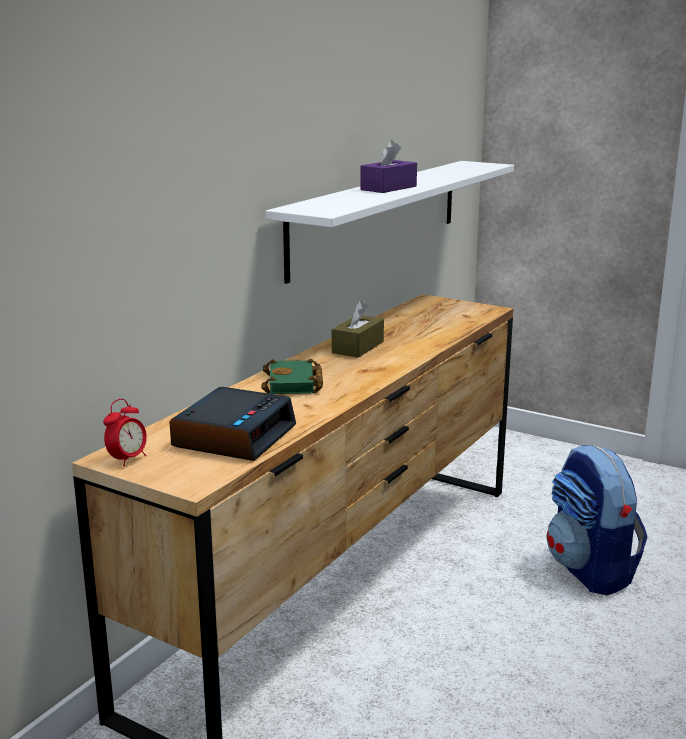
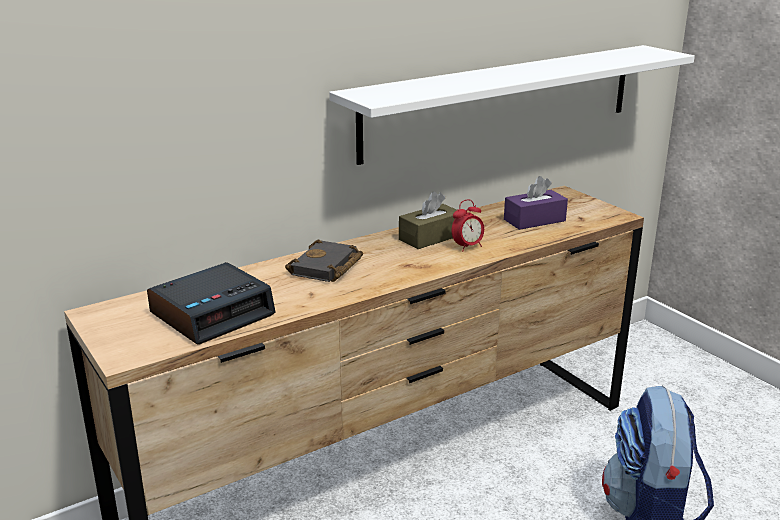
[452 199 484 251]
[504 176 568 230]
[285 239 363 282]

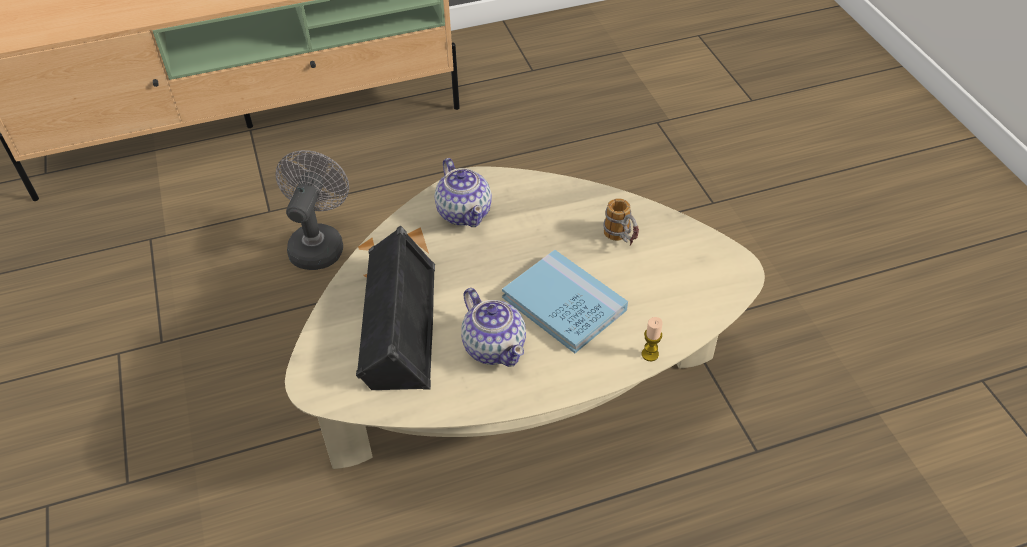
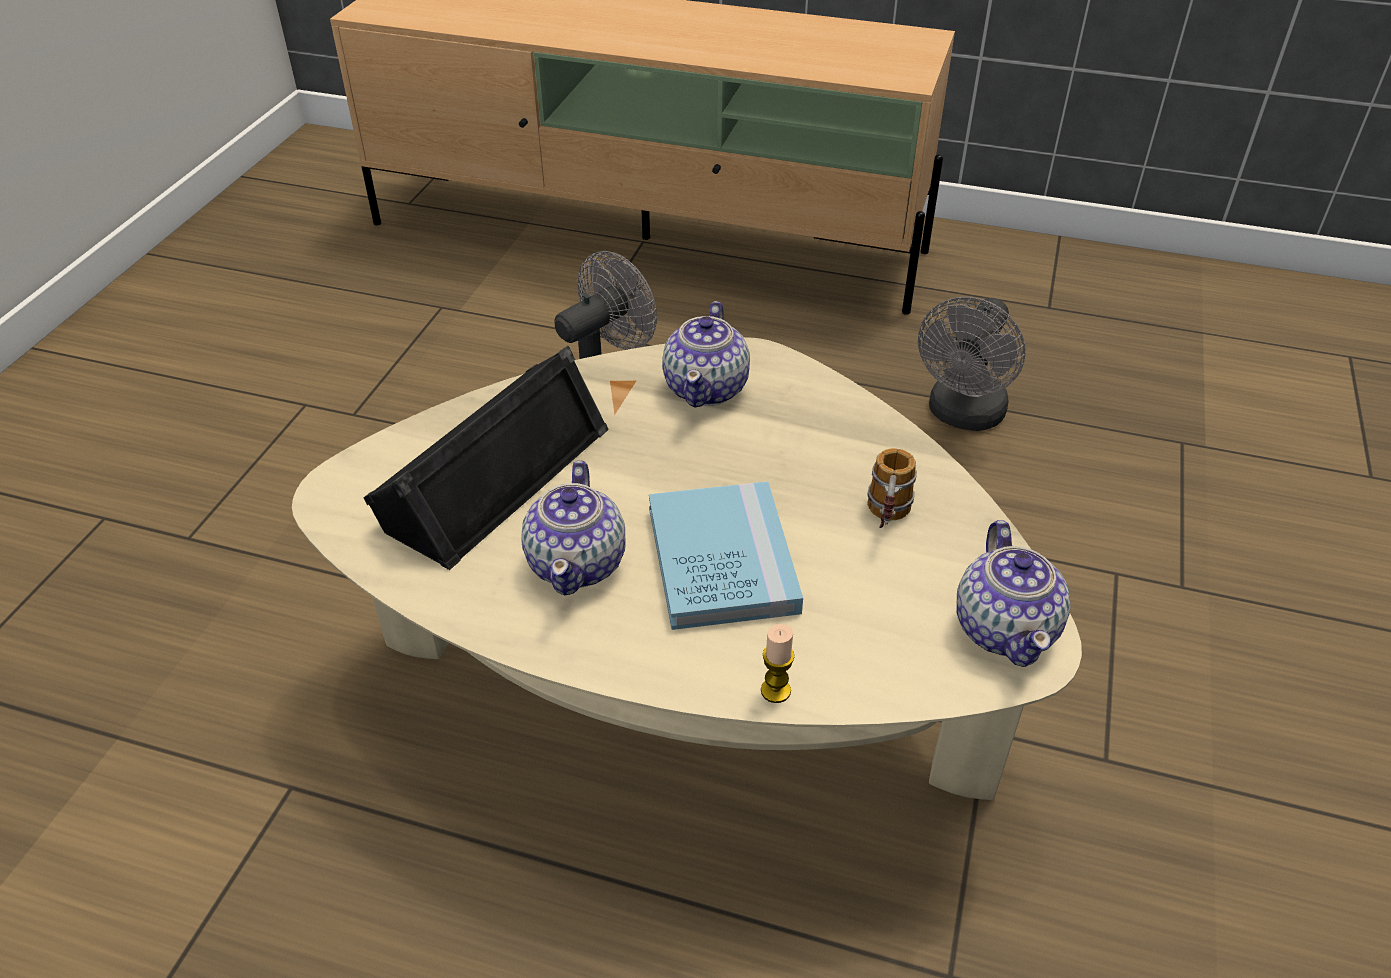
[918 297 1026 431]
[956 520 1071 667]

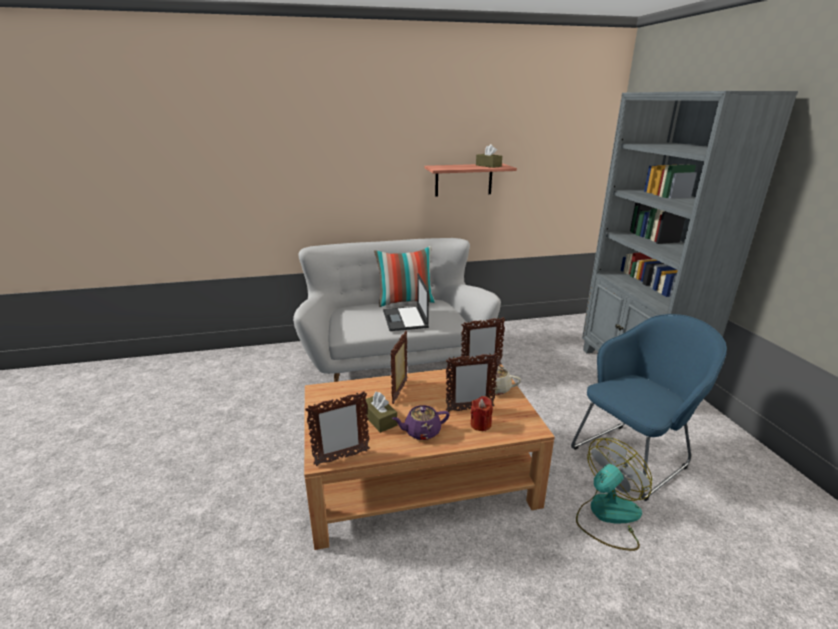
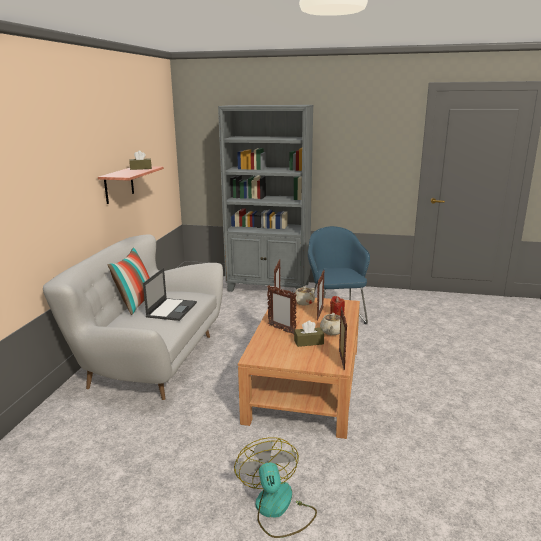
[234 437 317 538]
[320 313 340 335]
[143 268 197 321]

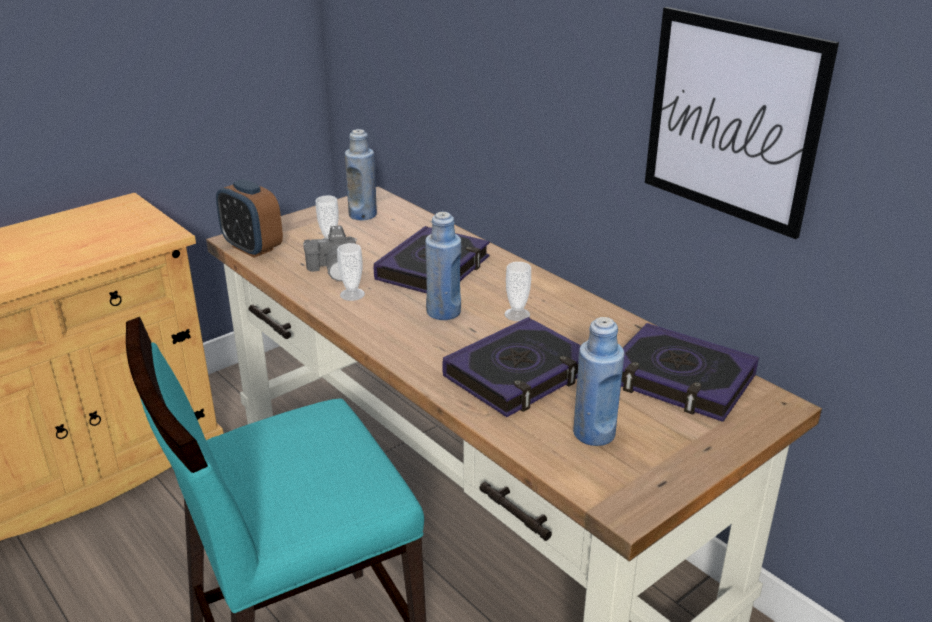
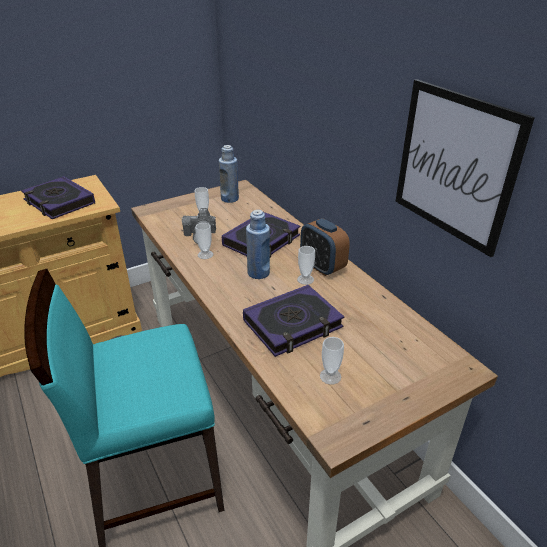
[300 218 350 276]
[21 176 95 219]
[320 337 344 385]

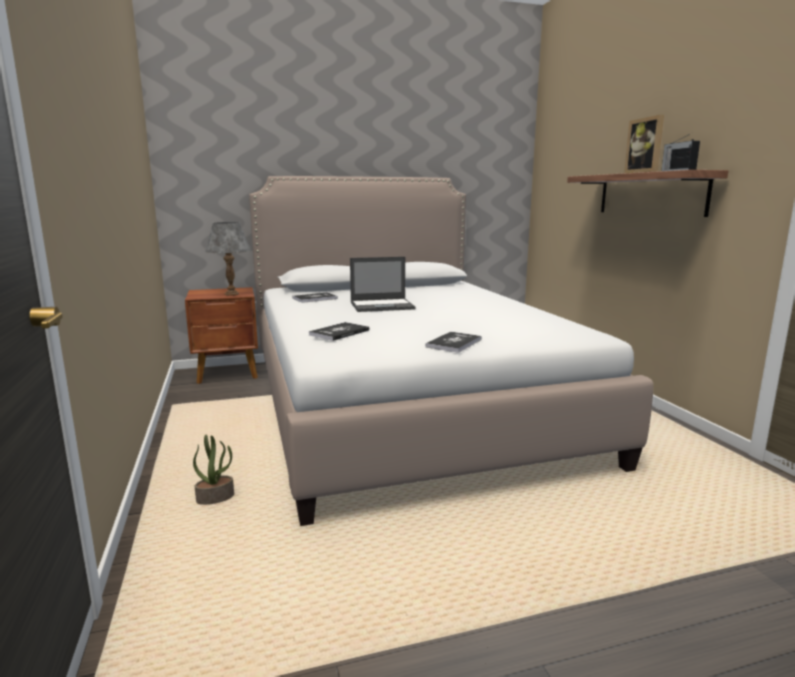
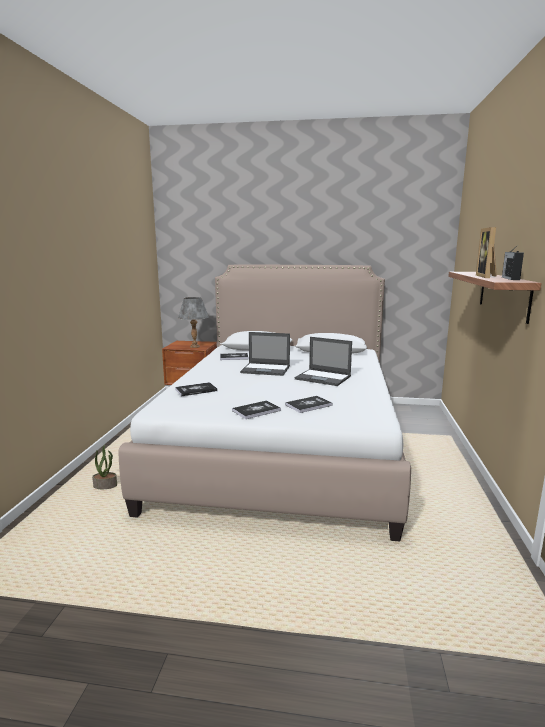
[285 396 332 413]
[295 337 352 386]

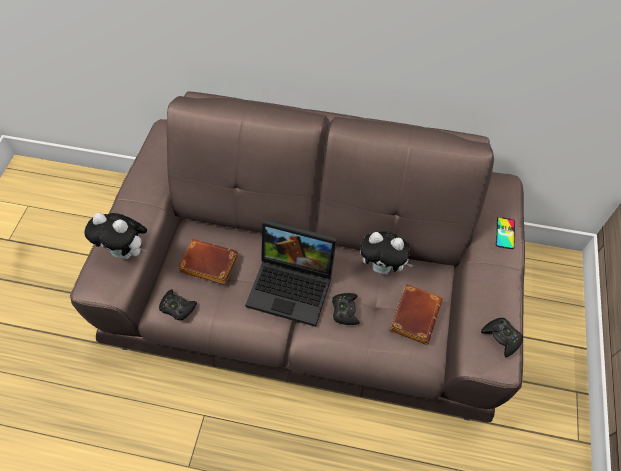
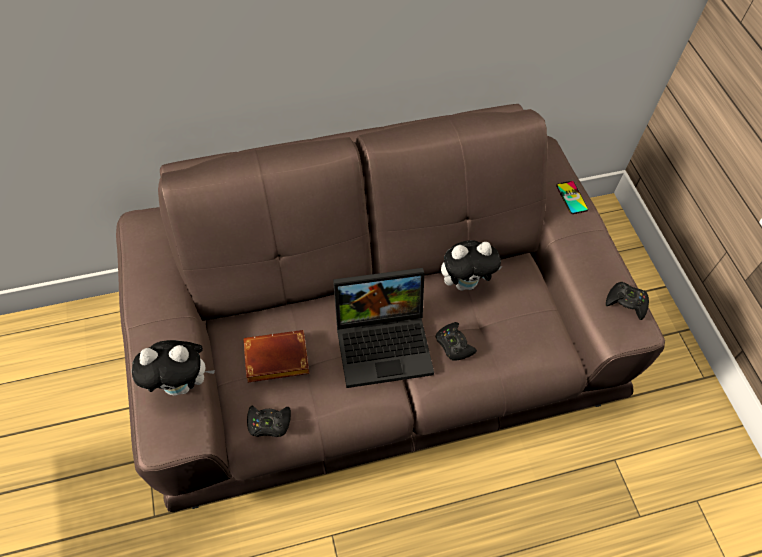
[389 284 442 344] (first image)

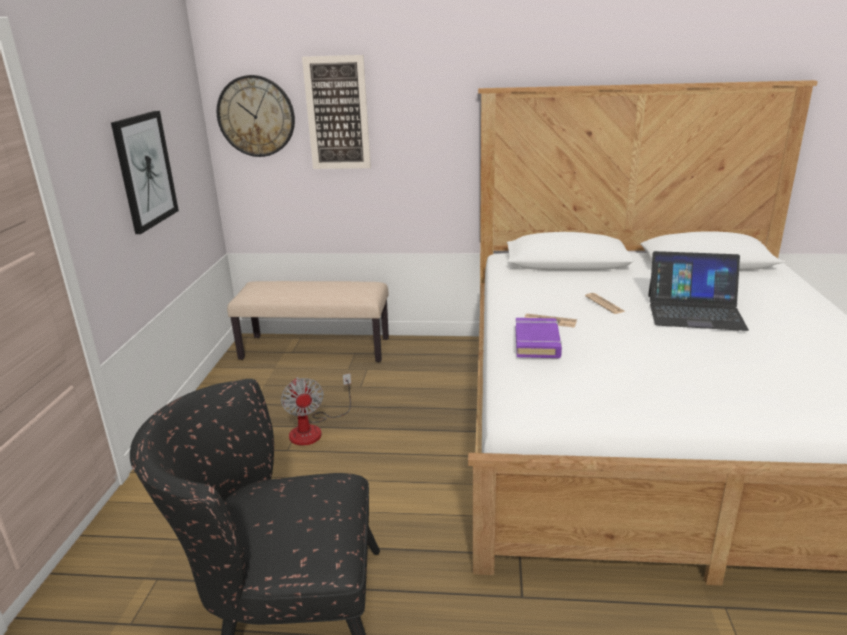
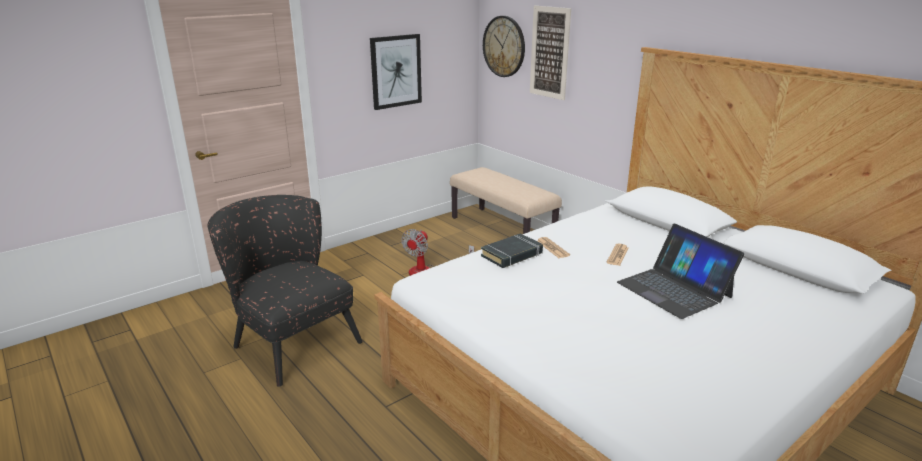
[481 233 543 268]

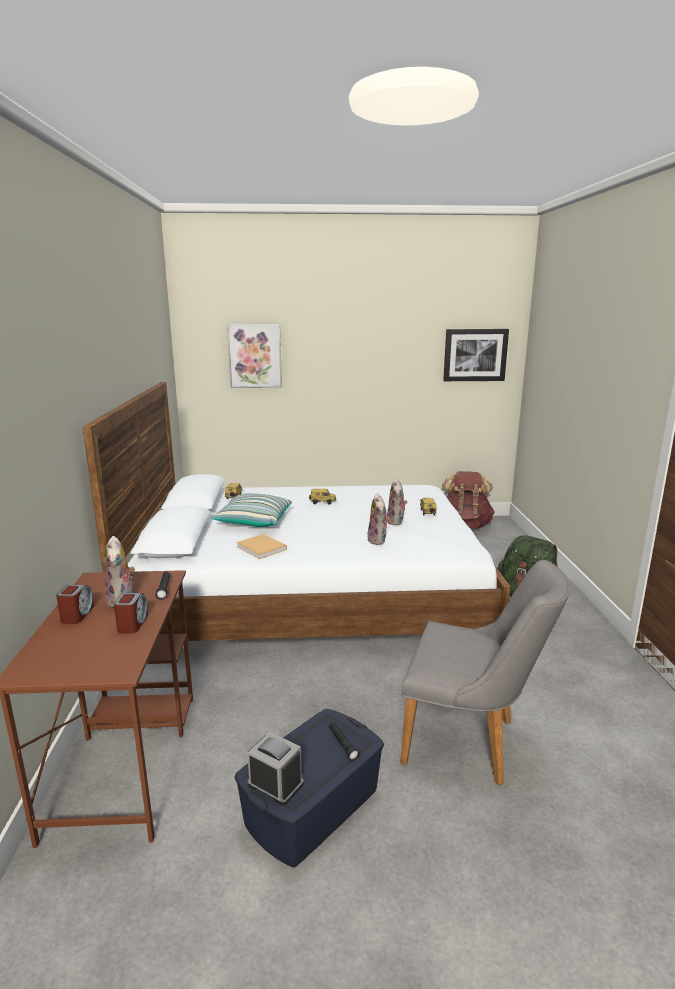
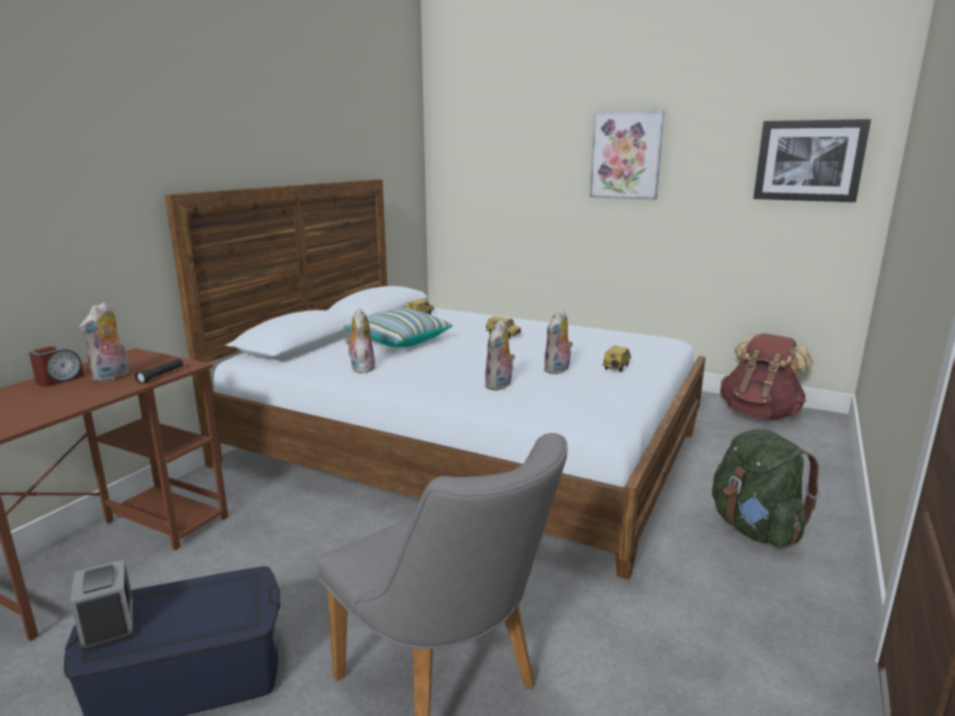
[114 593 148 633] (first image)
[329 722 360 761] (first image)
[590 111 665 200]
[345 308 376 373]

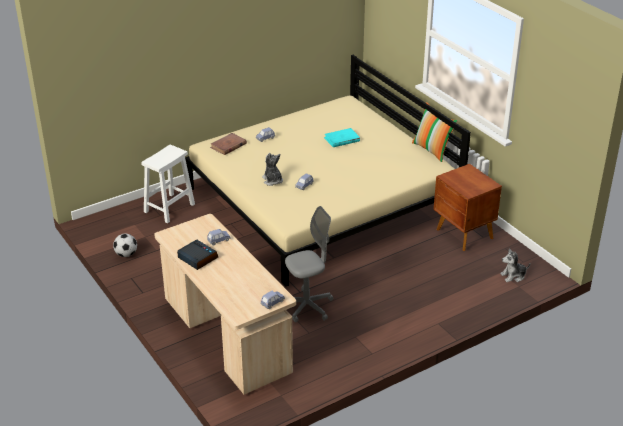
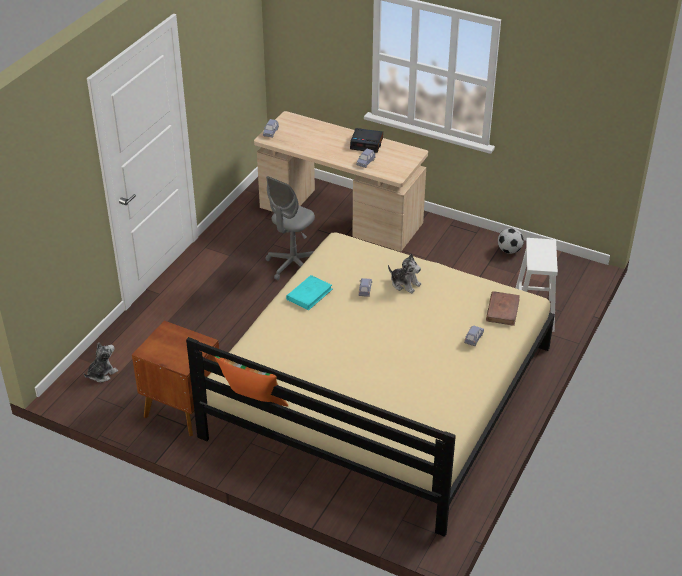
[286 275 333 311]

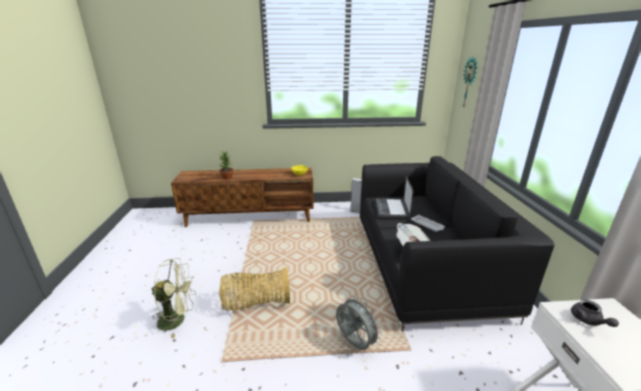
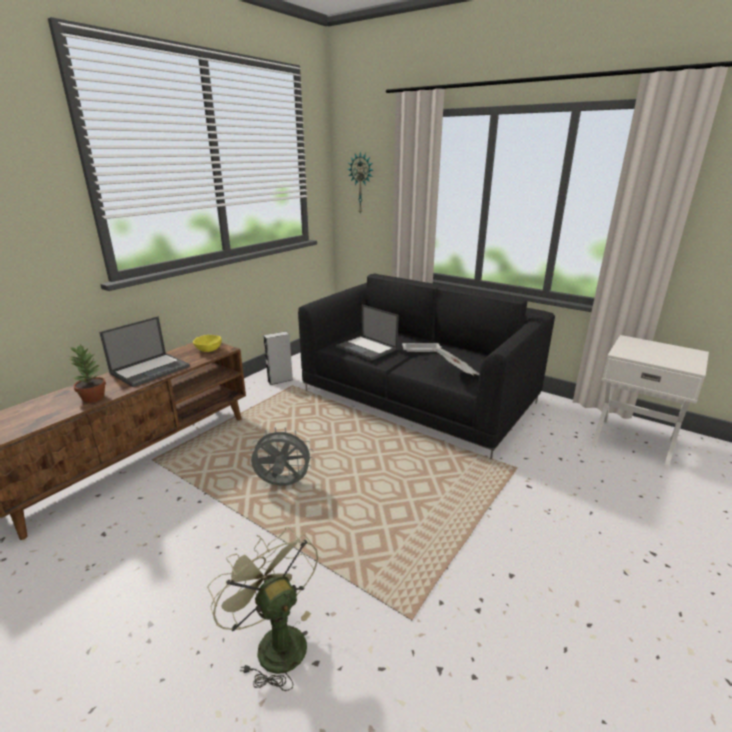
[219 267 290 310] (first image)
[571 300 619 327] (first image)
[99 316 190 387]
[250 427 314 486]
[207 527 318 691]

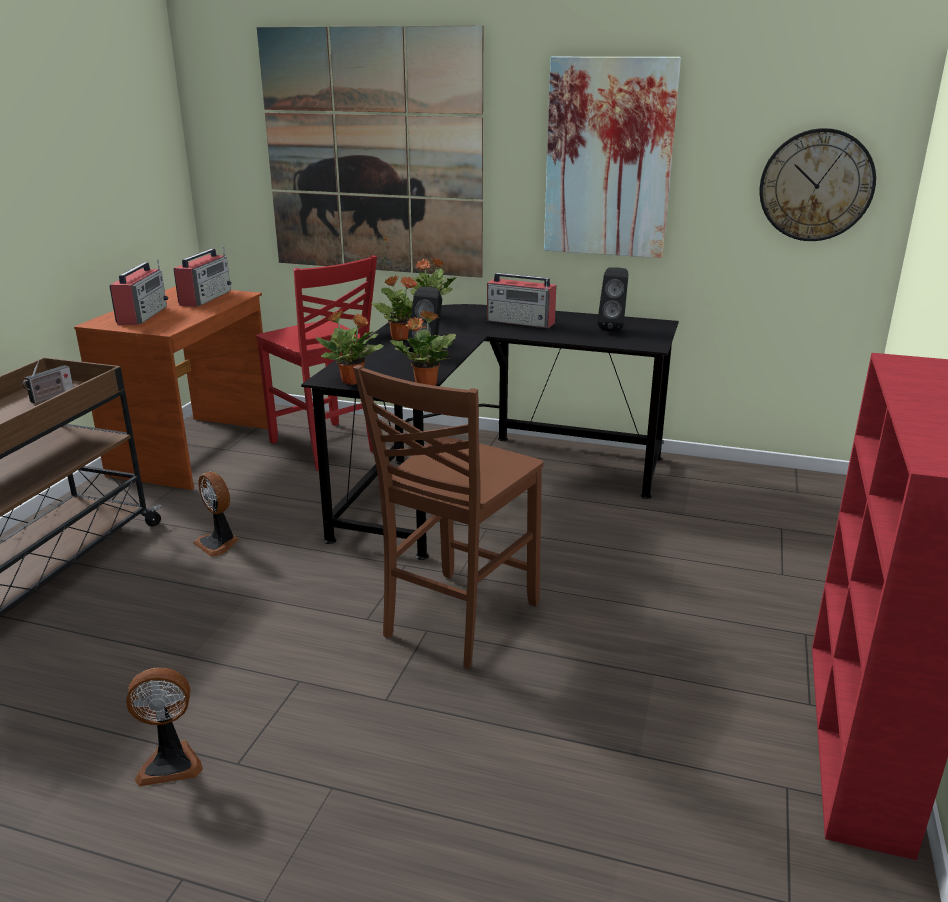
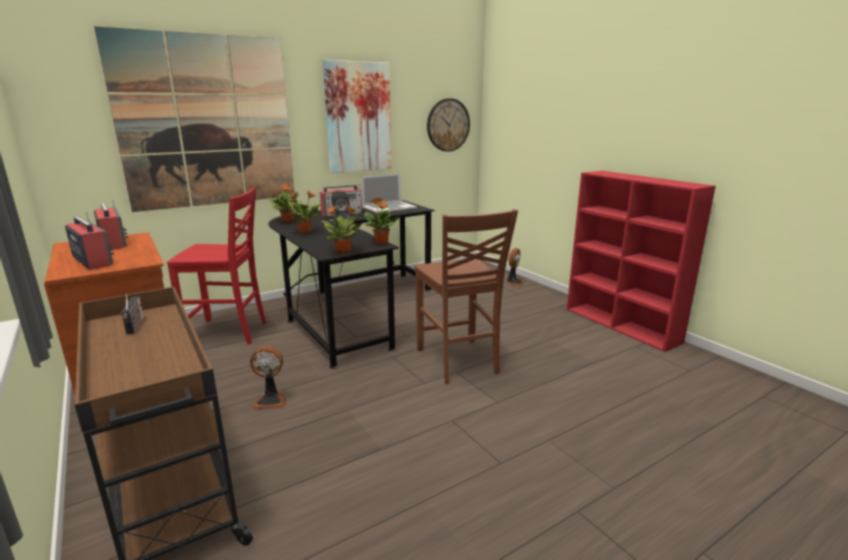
[505 248 525 287]
[361 173 417 213]

